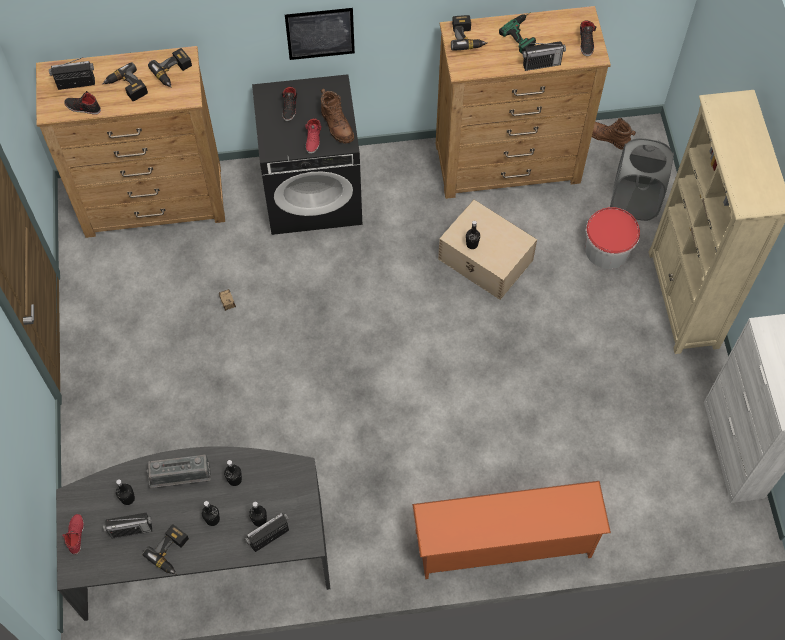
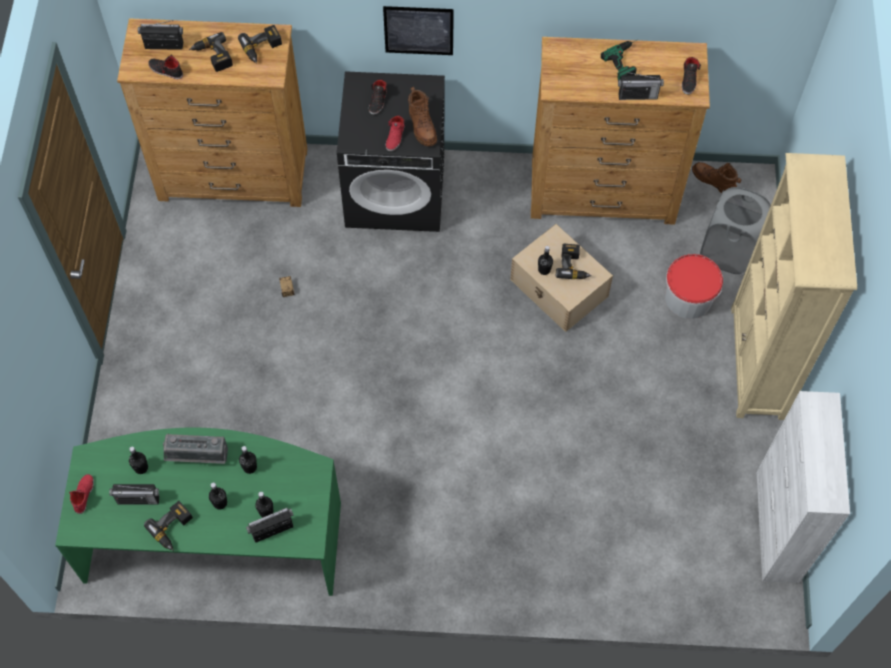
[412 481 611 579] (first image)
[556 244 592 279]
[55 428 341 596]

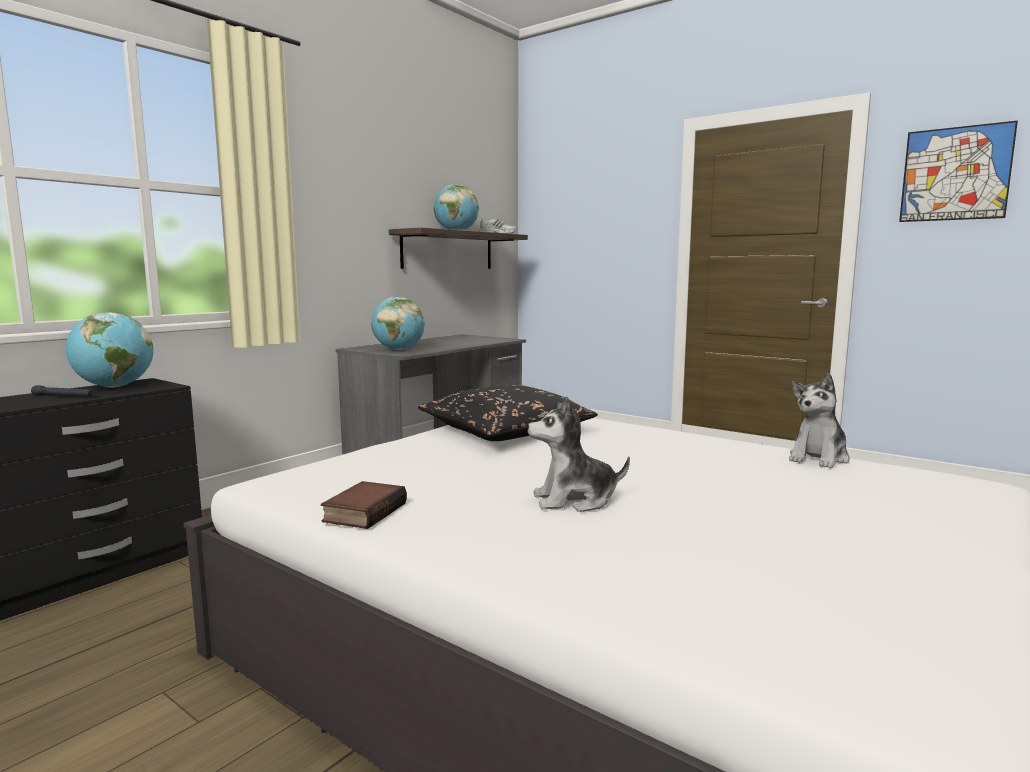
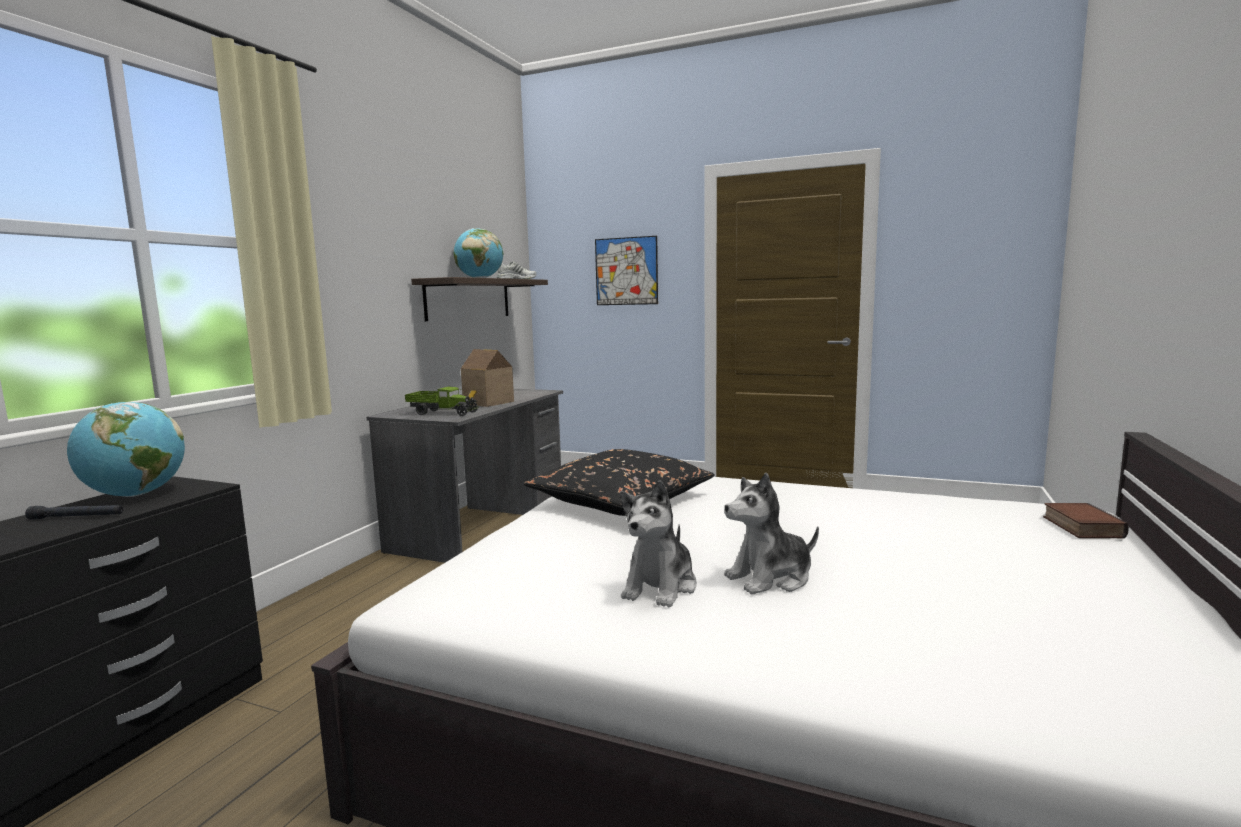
[461 349 514 407]
[1043 503 1129 538]
[620 480 697 607]
[595 236 658 305]
[405 386 478 416]

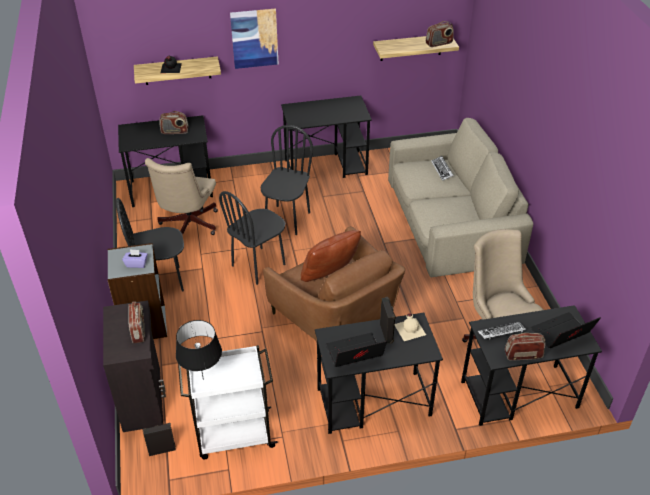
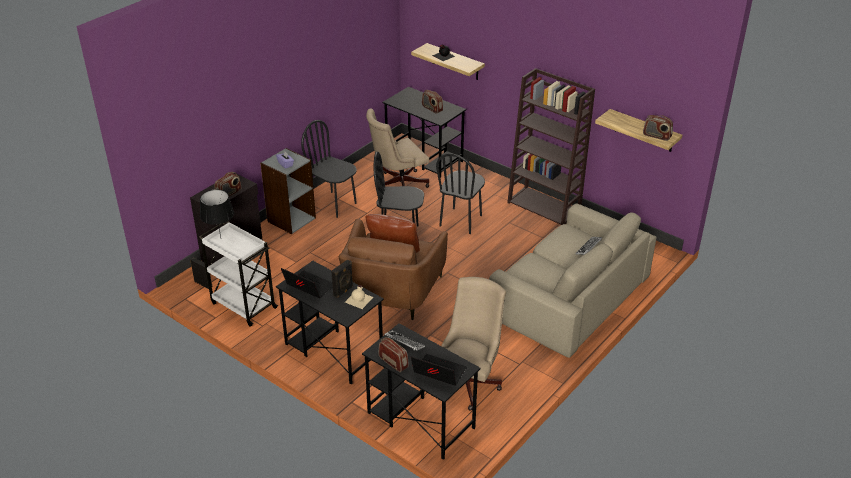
[230 8 279 69] (first image)
[507 68 595 225]
[436 153 485 234]

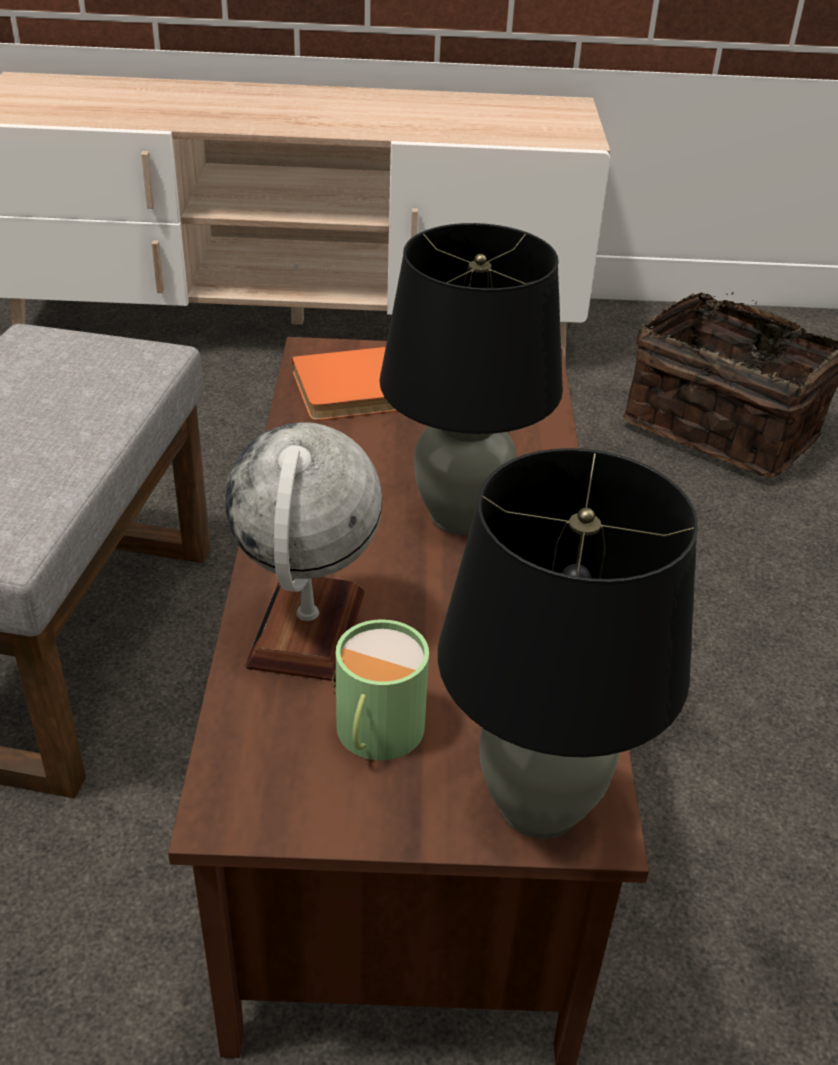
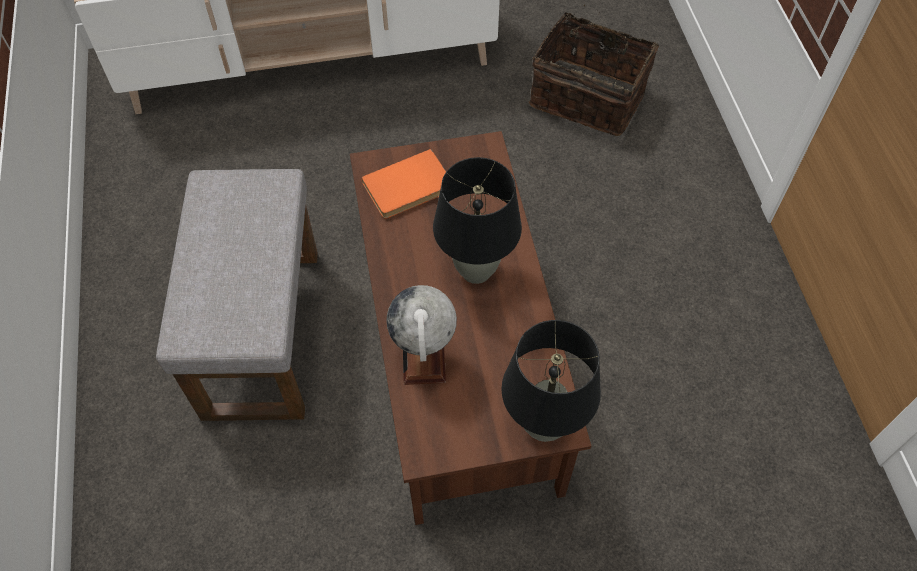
[332 619 429 761] (first image)

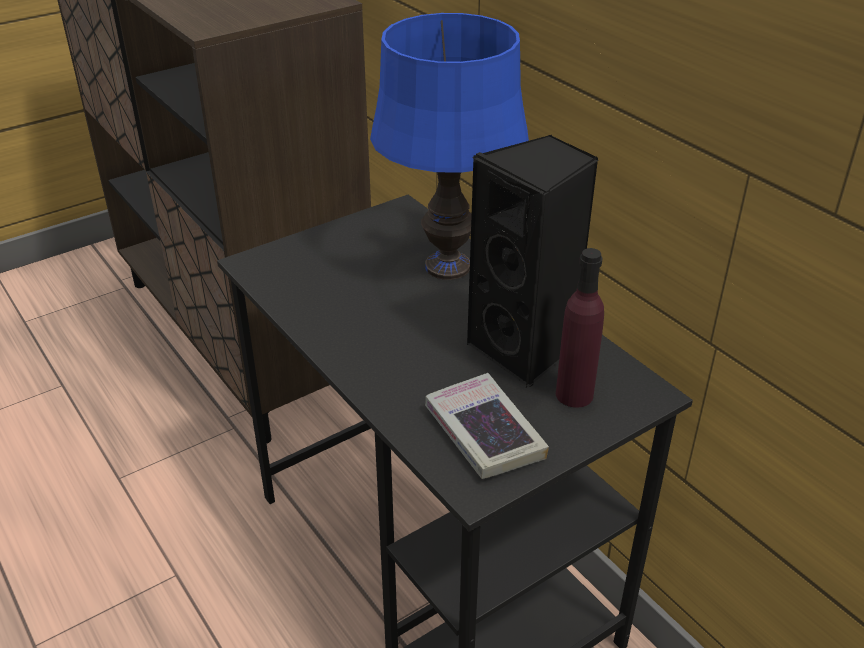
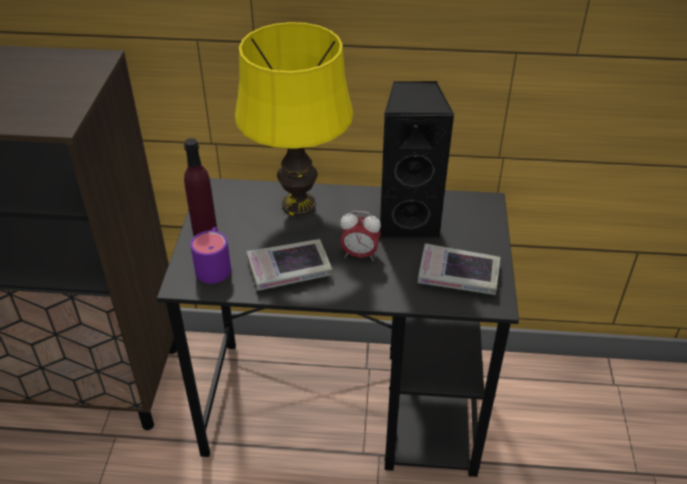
[190 227 231 283]
[246 239 333 291]
[340 211 381 261]
[184 138 217 236]
[235 22 353 216]

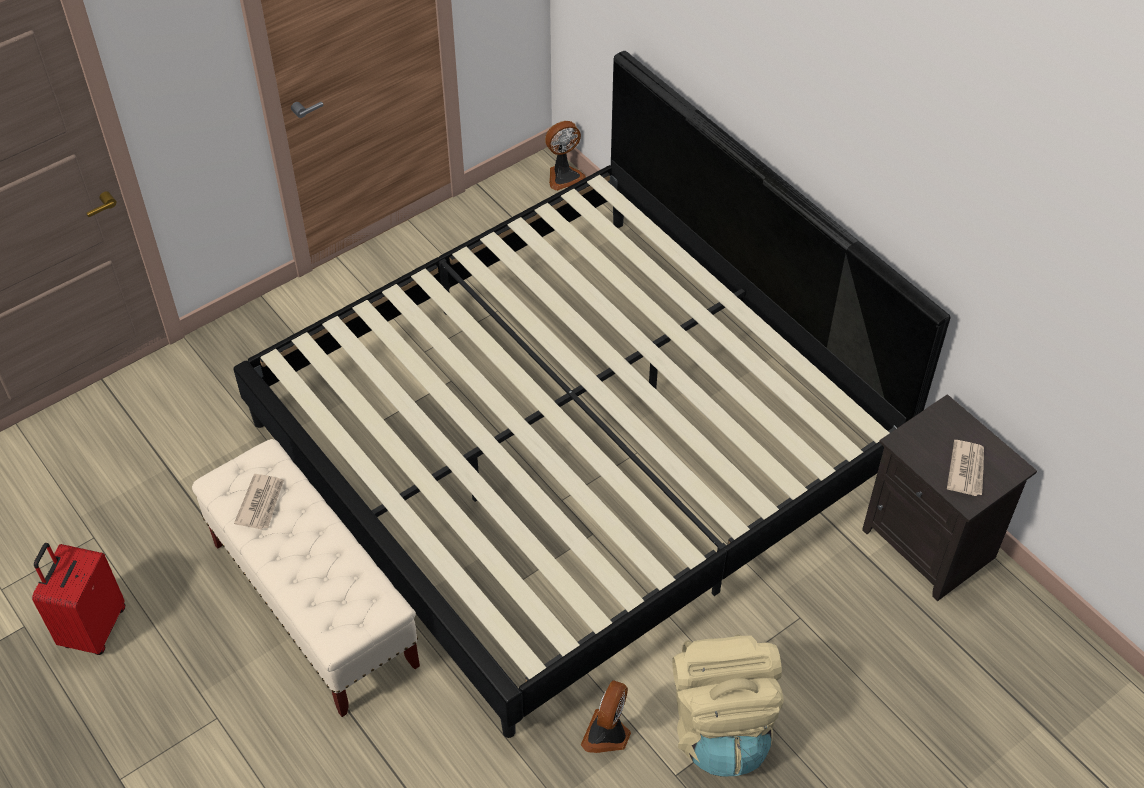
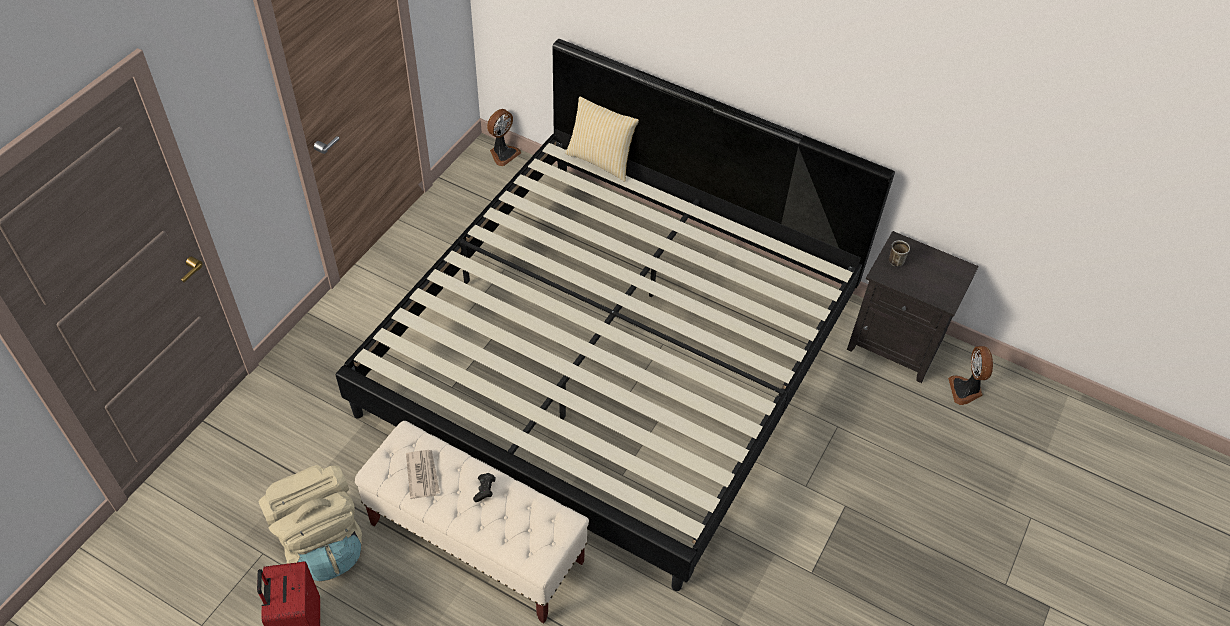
[947 440 984 496] (first image)
[473 473 496 502]
[565 97 639 182]
[889 240 910 267]
[948 346 993 405]
[258 465 362 581]

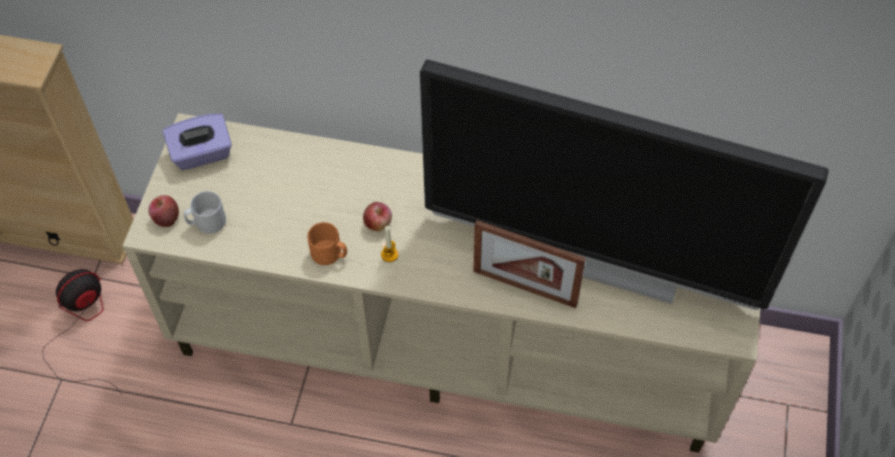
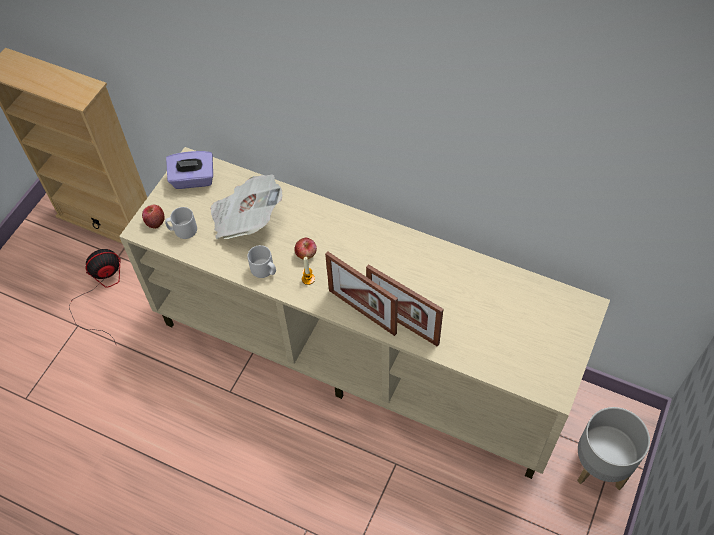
[420 60 829 310] (first image)
[210 174 282 239]
[325 251 398 336]
[577 407 650 490]
[247 245 276 278]

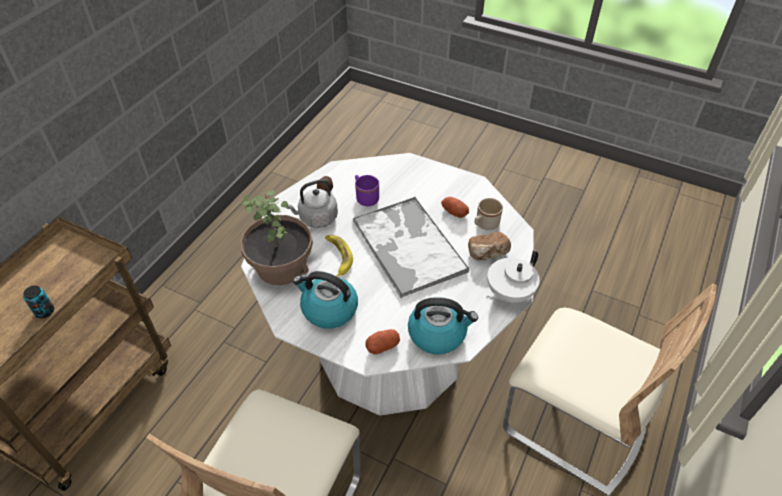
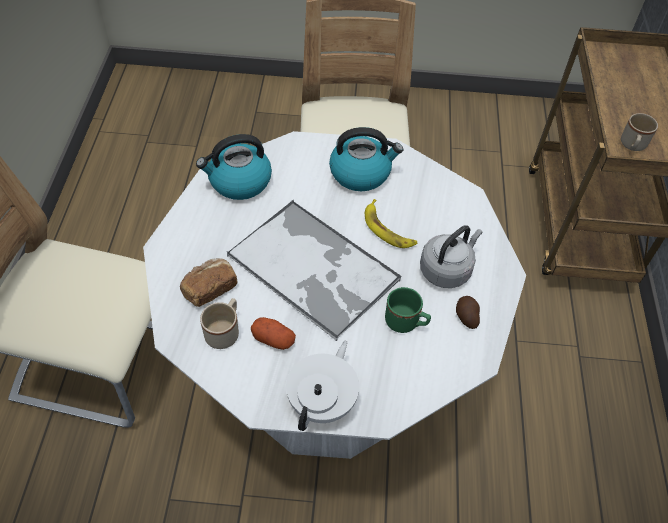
[23 286 54 318] (first image)
[240 190 313 285] (first image)
[365 329 400 355] (first image)
[621 113 658 151]
[286 341 359 431]
[385 287 431 333]

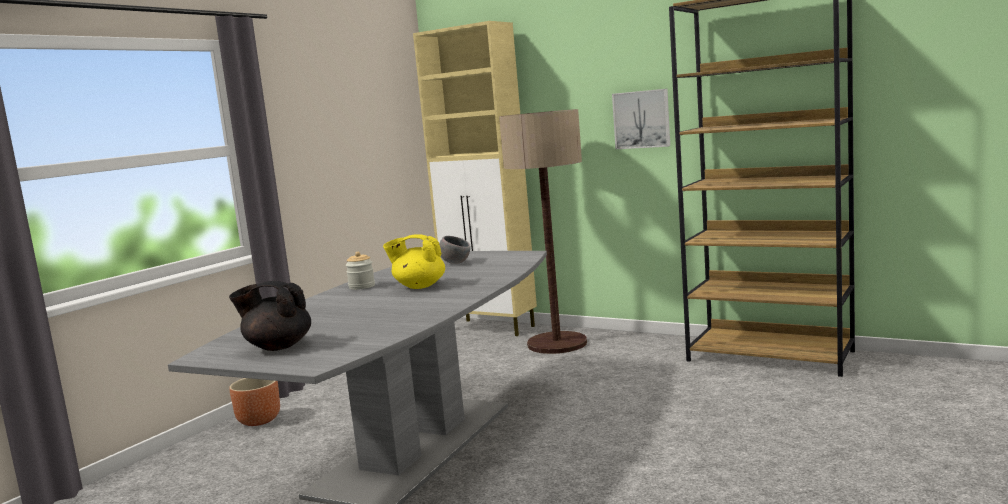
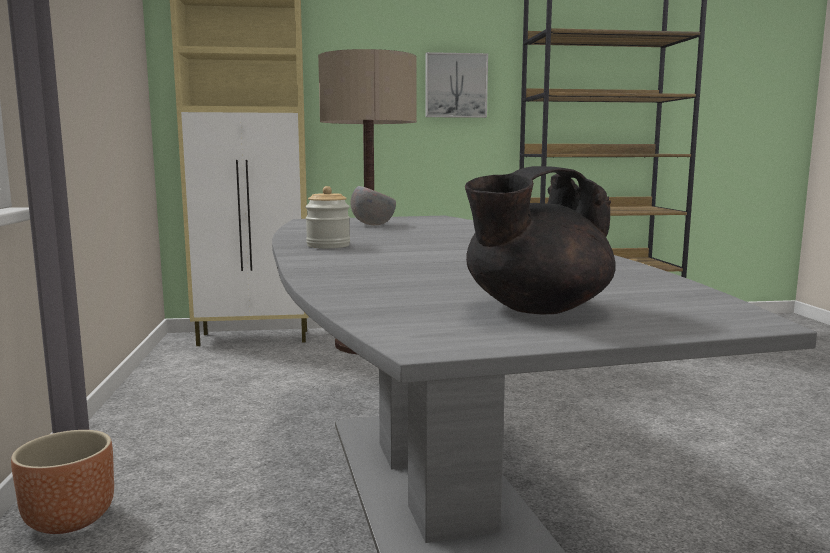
[383 234 445 289] (first image)

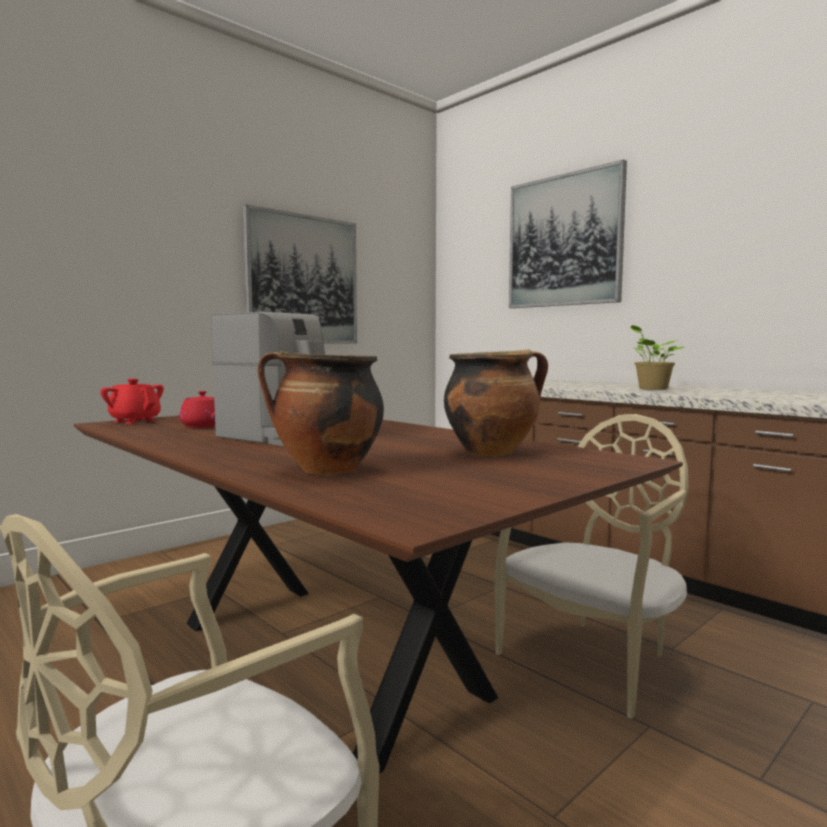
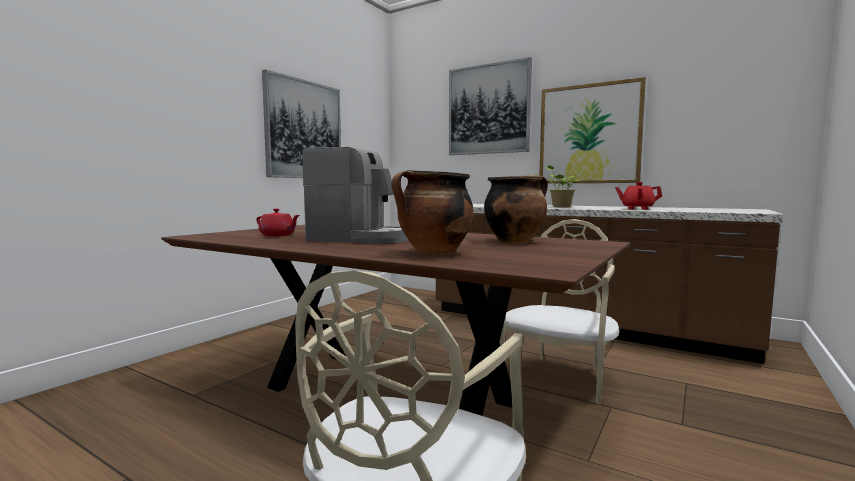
[539 77 646 184]
[615 182 662 210]

